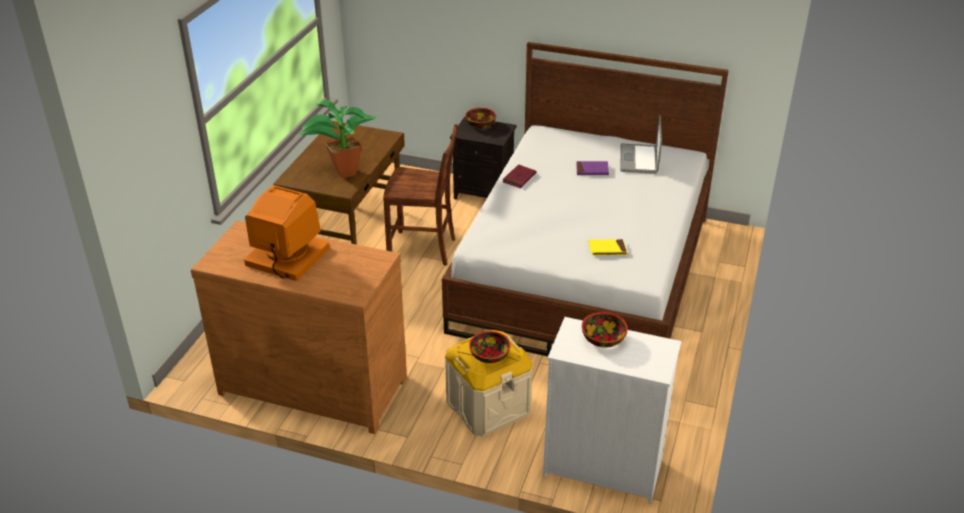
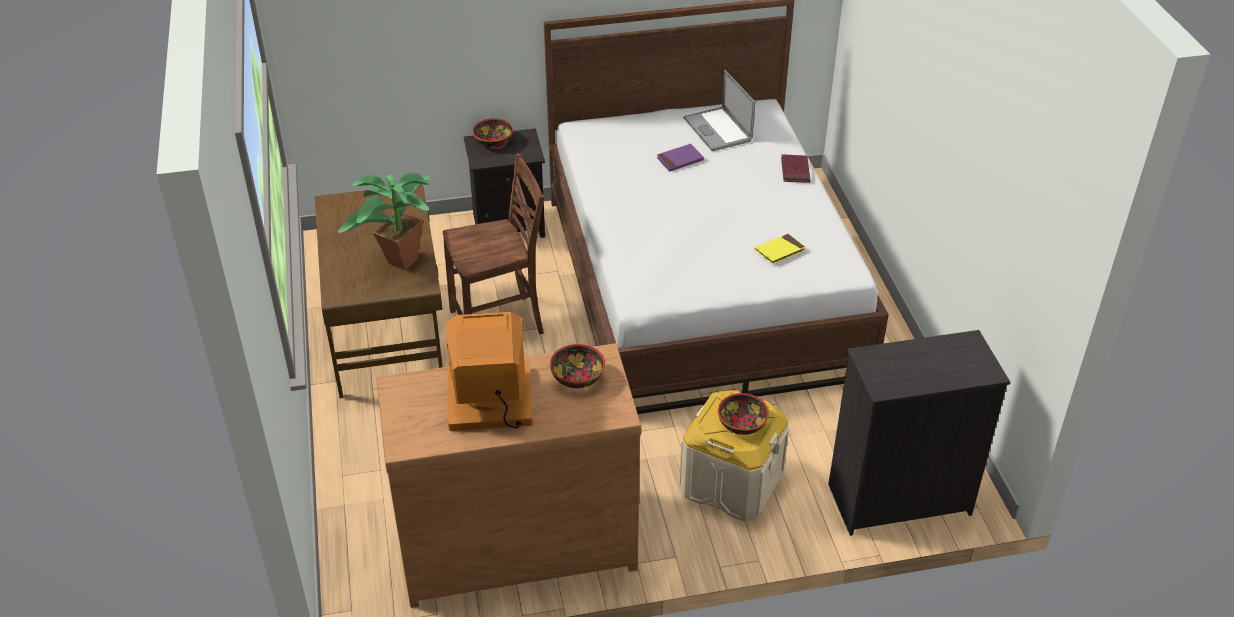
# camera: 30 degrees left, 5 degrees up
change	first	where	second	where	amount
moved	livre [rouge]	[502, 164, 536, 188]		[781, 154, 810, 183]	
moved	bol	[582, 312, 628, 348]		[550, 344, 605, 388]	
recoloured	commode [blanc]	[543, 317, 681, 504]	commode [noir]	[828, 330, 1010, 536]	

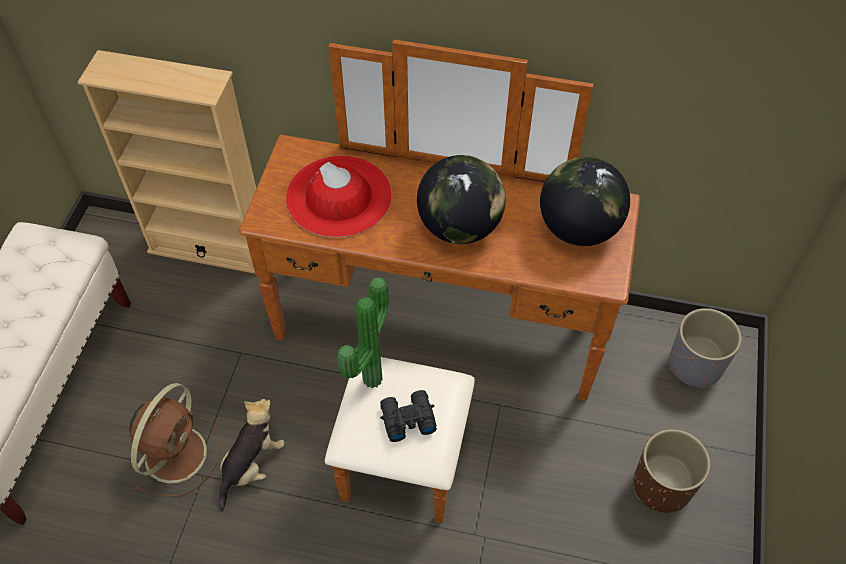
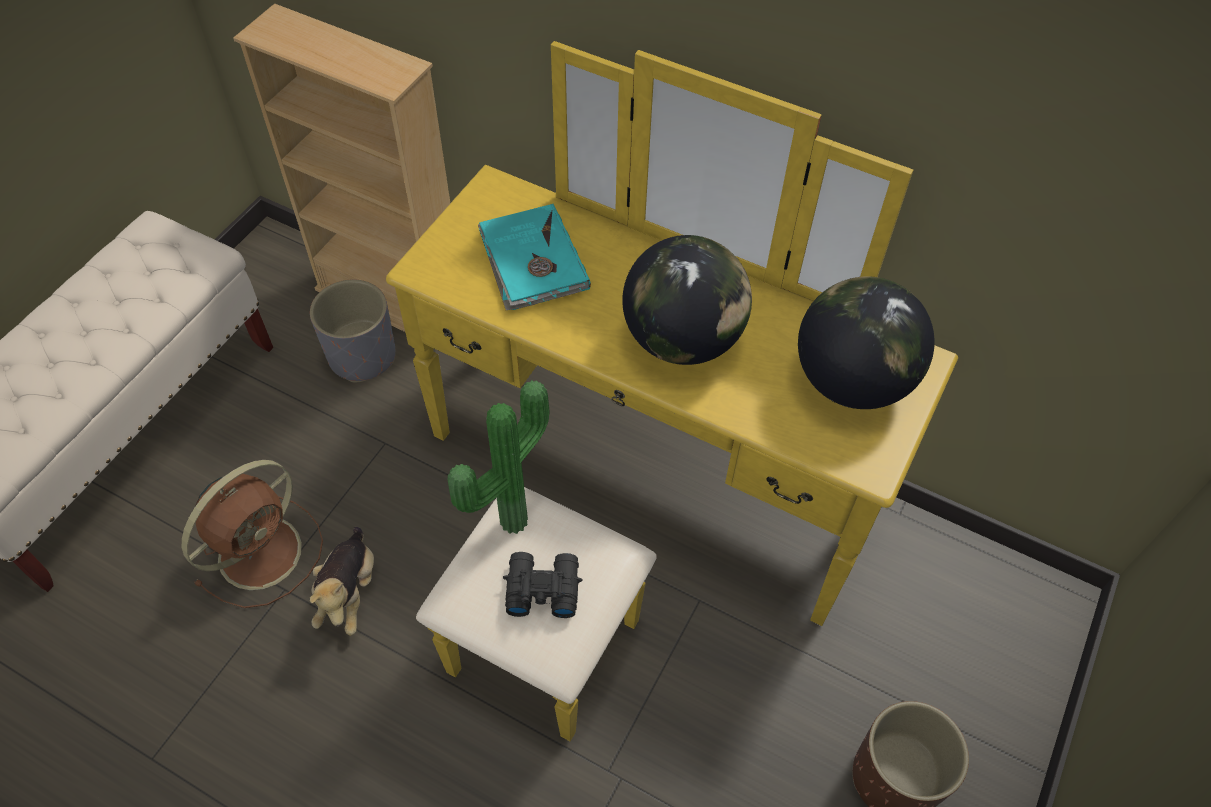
# camera: 15 degrees right, 0 degrees up
change	first	where	second	where	amount
moved	cache-pot [gris]	[669, 308, 742, 388]		[310, 280, 395, 383]	
replaced	chapeau [rouge]	[286, 156, 392, 238]	livre [turquoise]	[478, 204, 591, 310]	
recoloured	commode [marron]	[239, 40, 641, 523]	commode [jaune]	[386, 41, 958, 741]	
turned	peluche	[219, 399, 285, 511]		[310, 527, 374, 636]	135 degrees clockwise

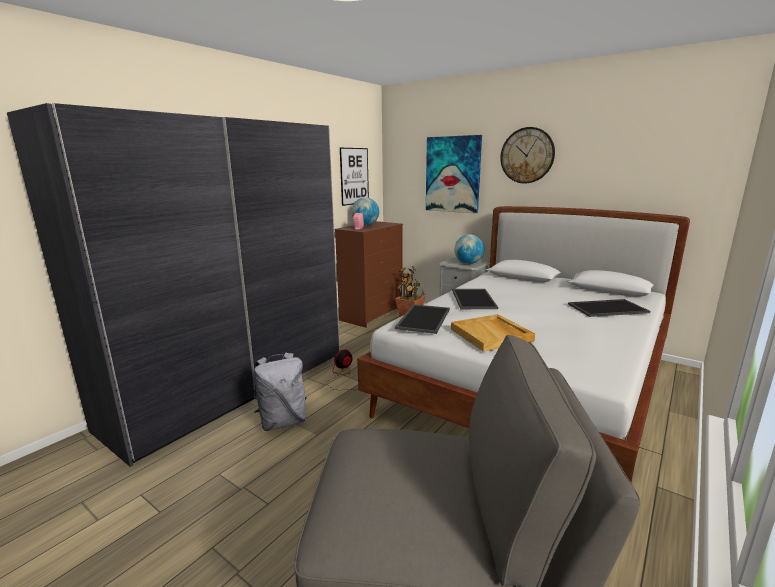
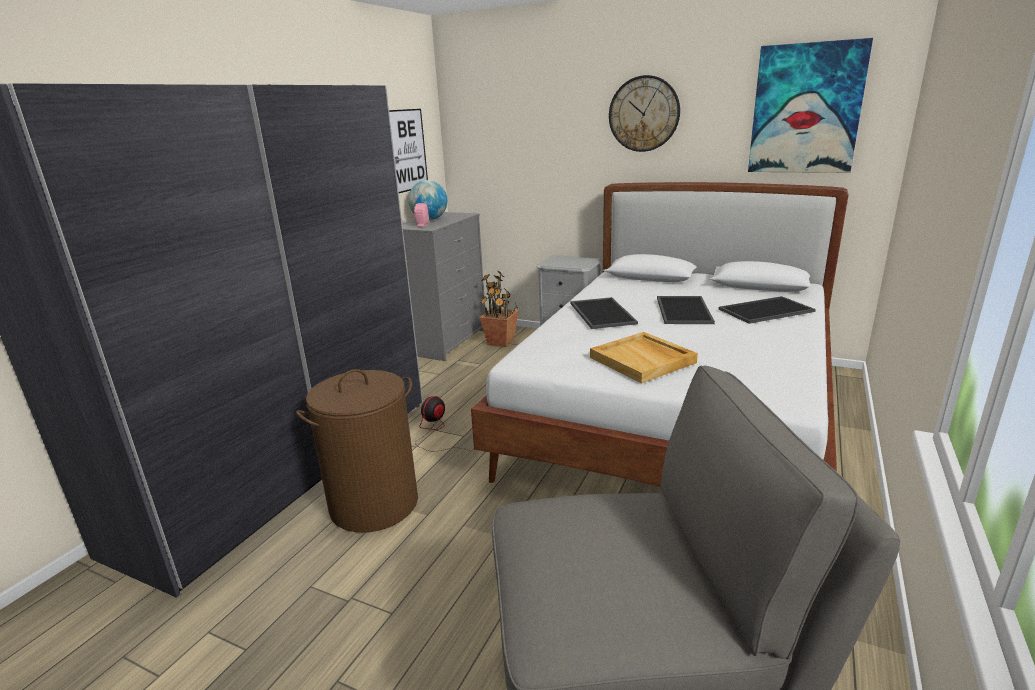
# camera: 10 degrees left, 5 degrees up
change	first	where	second	where	amount
removed	globe	[454, 234, 484, 264]			
moved	plateau	[395, 304, 450, 334]		[657, 296, 715, 324]	
moved	tableau	[426, 135, 482, 214]		[748, 38, 873, 173]	
replaced	sac à dos [gris]	[254, 352, 307, 431]	panier à linge [marron]	[296, 369, 418, 533]	
recoloured	commode [marron]	[335, 221, 403, 328]	commode [gris]	[402, 212, 485, 361]	

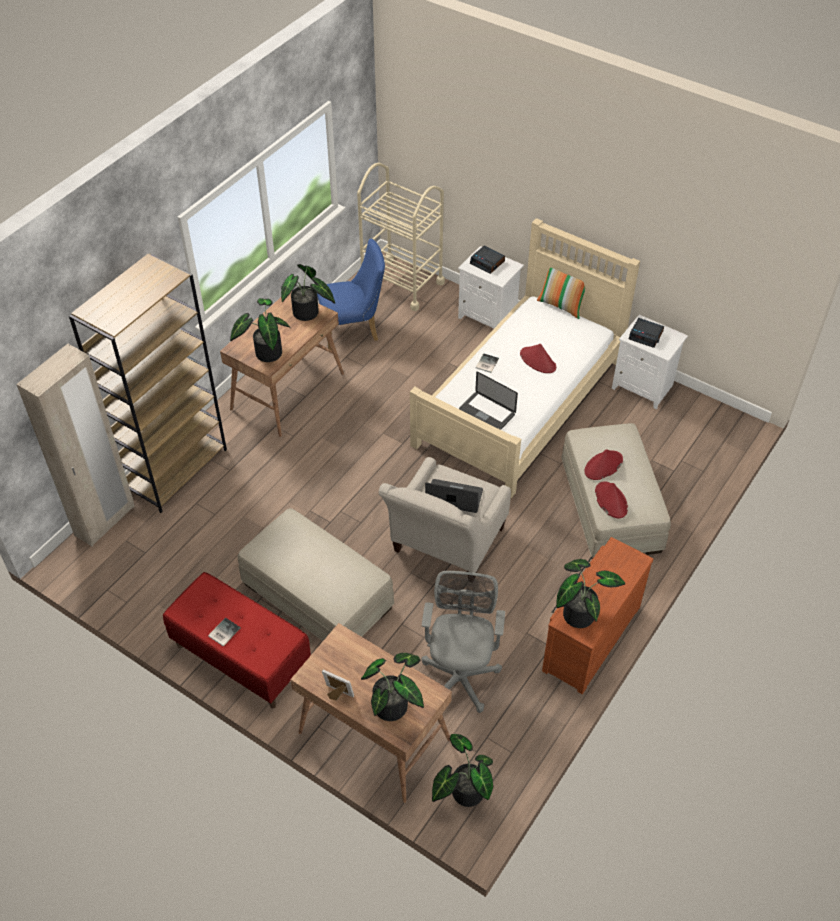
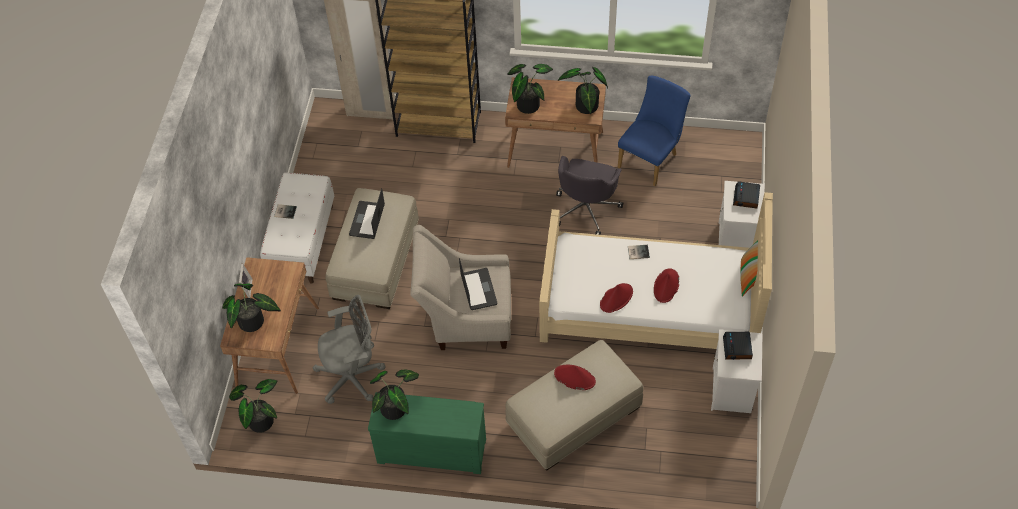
# camera: 65 degrees right, 5 degrees up
change	first	where	second	where	amount
removed	chariot [beige]	[357, 163, 445, 311]			
added			chaise de bureau [gris]	[556, 156, 623, 235]	
moved	ordinateur portable	[459, 371, 518, 430]		[349, 188, 385, 239]	
moved	chapeau [rouge]	[595, 481, 628, 518]		[600, 283, 633, 313]	
recoloured	banc [rouge]	[163, 572, 311, 708]	banc [blanc]	[260, 173, 334, 284]	
recoloured	commode [marron]	[542, 537, 653, 694]	commode [vert]	[368, 392, 486, 474]	
turned	chaise [bleu]	[317, 239, 385, 350]		[618, 76, 690, 186]	105 degrees counterclockwise

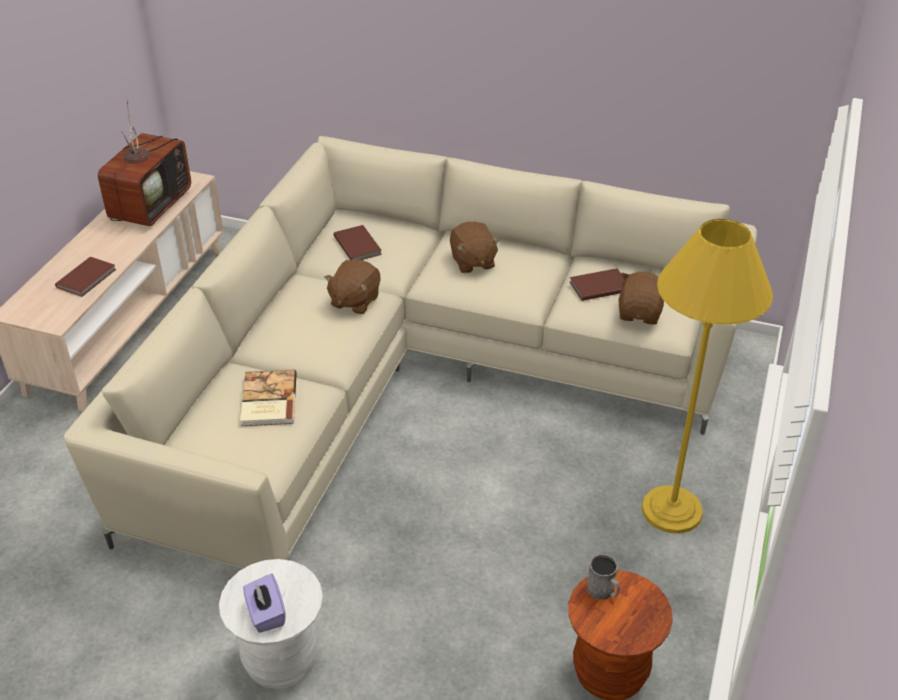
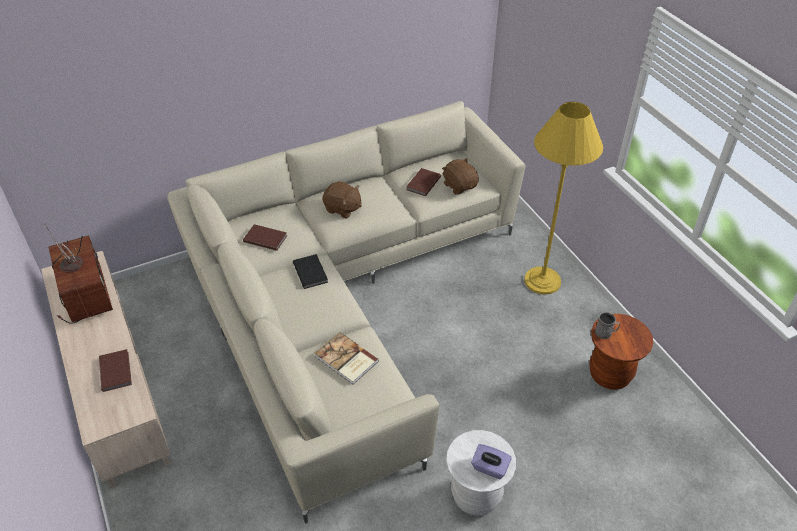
# camera: 45 degrees left, 5 degrees up
change	first	where	second	where	amount
replaced	peluche [marron]	[324, 259, 381, 314]	livre [noir]	[293, 254, 328, 289]	

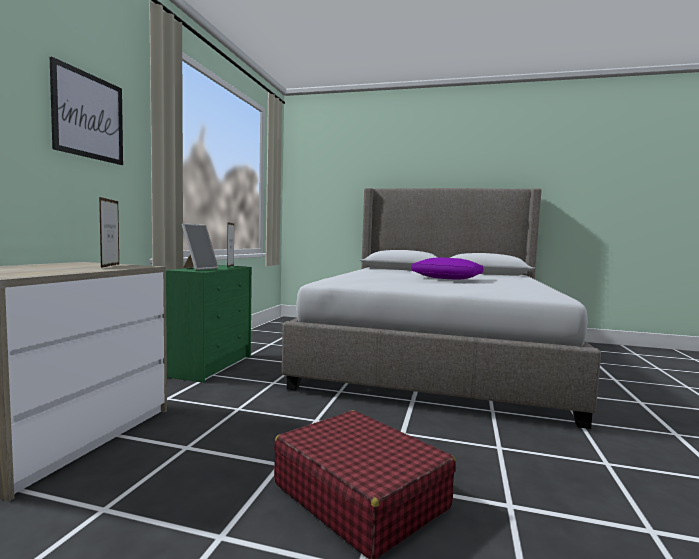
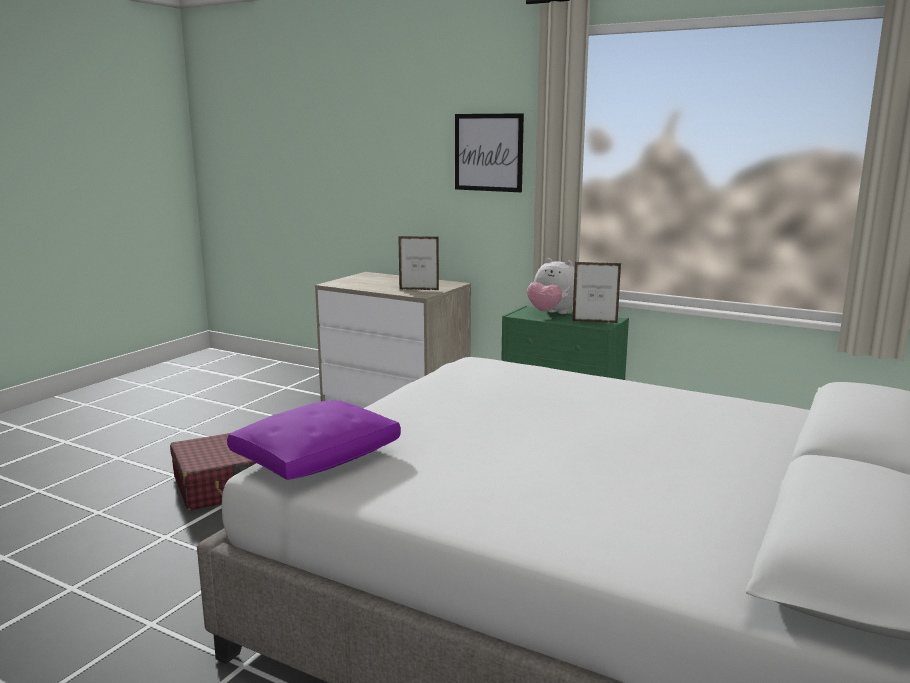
# camera: 105 degrees right, 10 degrees up
change	first	where	second	where	amount
moved	coussin [violet]	[411, 257, 483, 280]		[227, 400, 401, 480]	
replaced	cadre photo	[182, 223, 219, 270]	peluche	[527, 258, 575, 314]	

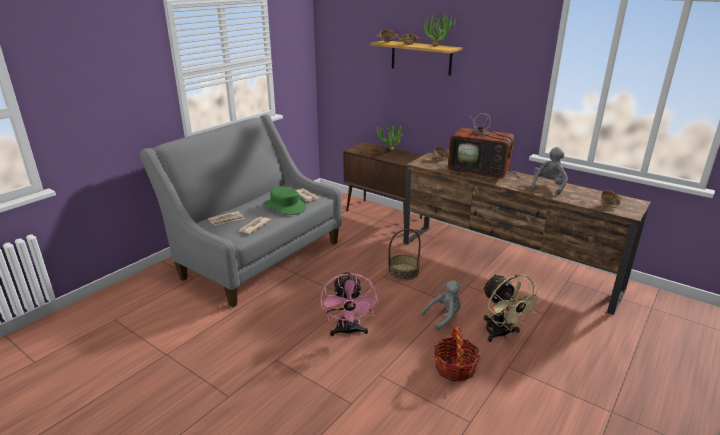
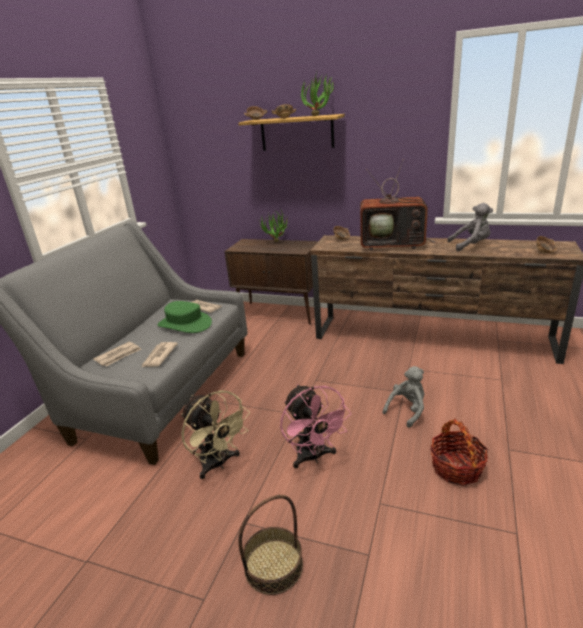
# camera: 15 degrees left, 0 degrees up
change	first	where	second	where	amount
moved	panier	[388, 229, 421, 280]		[238, 495, 303, 595]	
moved	ventilateur [beige]	[482, 274, 542, 342]		[181, 390, 250, 479]	
turned	peluche [gris]	[531, 147, 568, 195]		[447, 203, 493, 252]	75 degrees clockwise

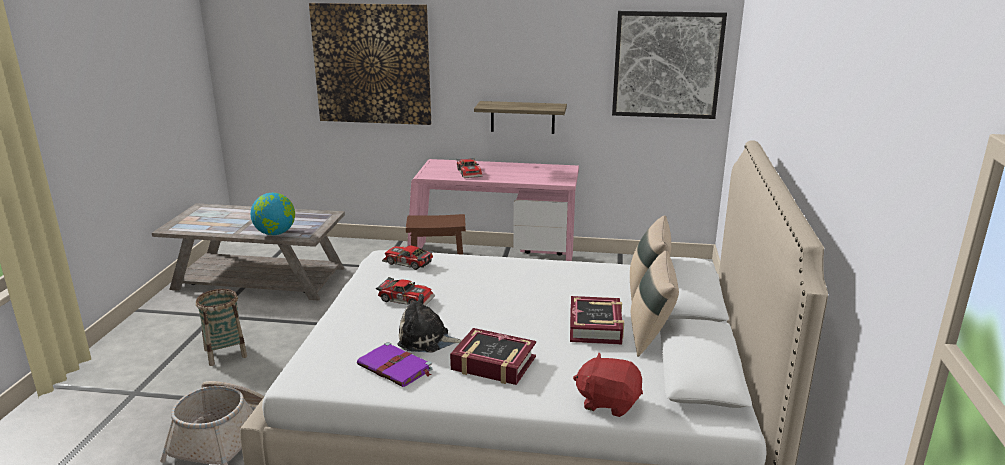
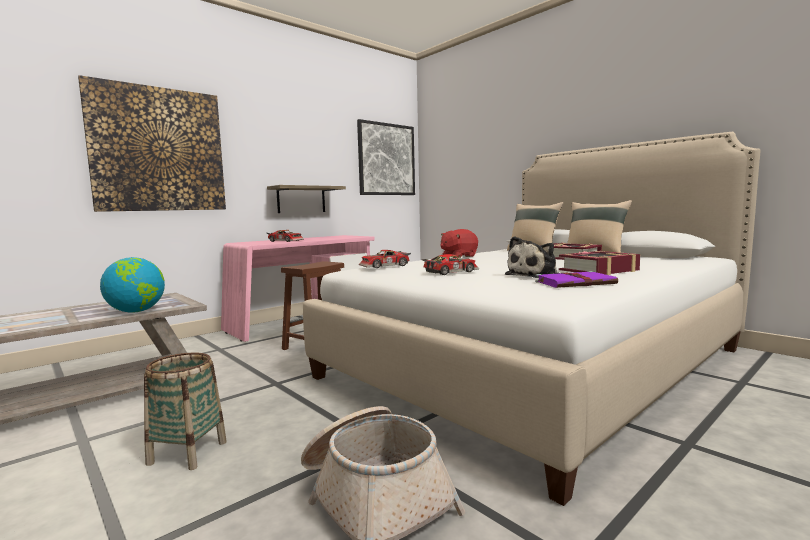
# camera: 50 degrees left, 15 degrees down
change	first	where	second	where	amount
moved	peluche [rouge]	[573, 353, 643, 417]		[440, 229, 478, 258]	

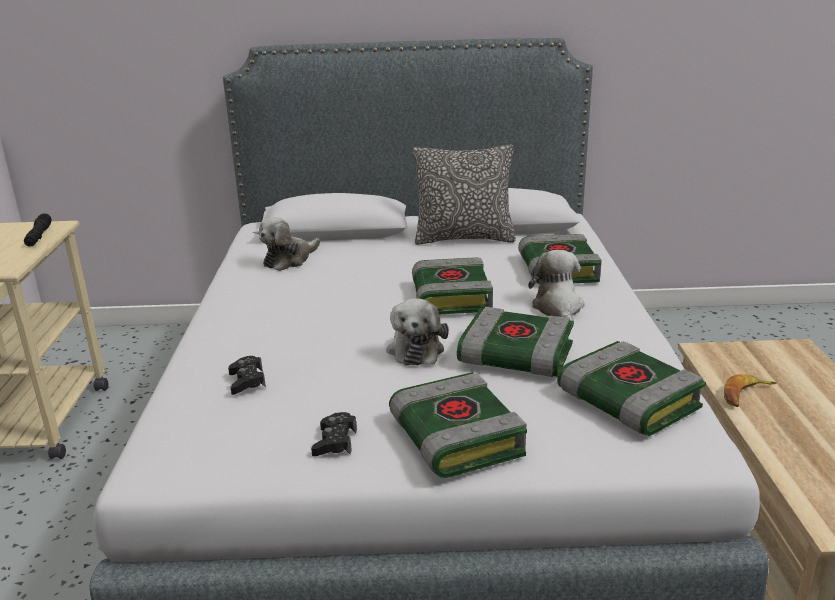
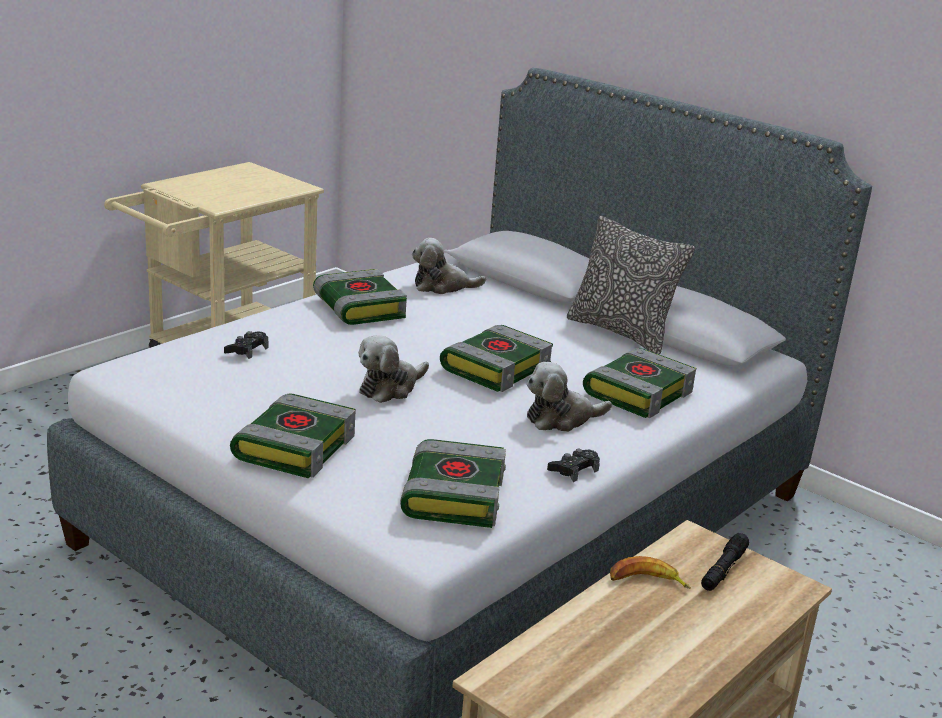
# camera: 40 degrees right, 0 degrees up
change	first	where	second	where	amount
moved	lampe de poche [noir]	[24, 213, 52, 247]		[701, 533, 749, 591]	
moved	manette [noir]	[311, 412, 357, 456]		[547, 449, 600, 482]	
moved	livre	[457, 307, 574, 377]		[313, 269, 407, 325]	
turned	peluche	[528, 250, 585, 321]		[527, 362, 612, 432]	150 degrees counterclockwise

